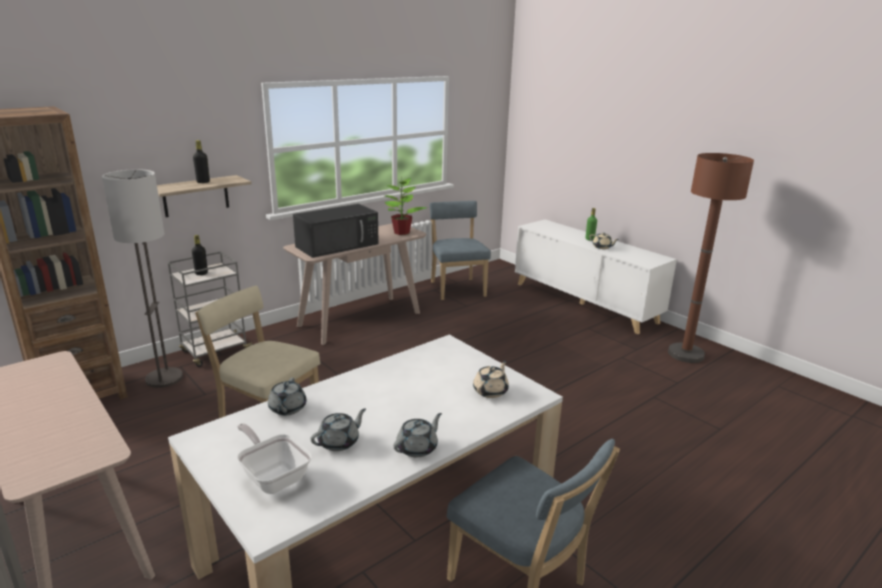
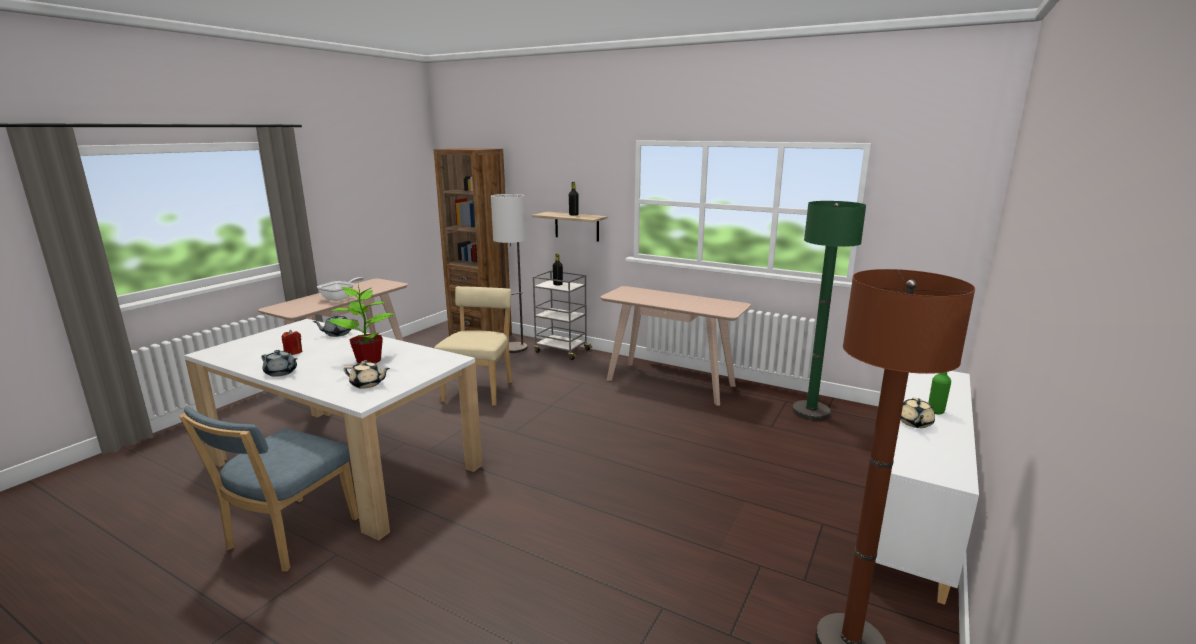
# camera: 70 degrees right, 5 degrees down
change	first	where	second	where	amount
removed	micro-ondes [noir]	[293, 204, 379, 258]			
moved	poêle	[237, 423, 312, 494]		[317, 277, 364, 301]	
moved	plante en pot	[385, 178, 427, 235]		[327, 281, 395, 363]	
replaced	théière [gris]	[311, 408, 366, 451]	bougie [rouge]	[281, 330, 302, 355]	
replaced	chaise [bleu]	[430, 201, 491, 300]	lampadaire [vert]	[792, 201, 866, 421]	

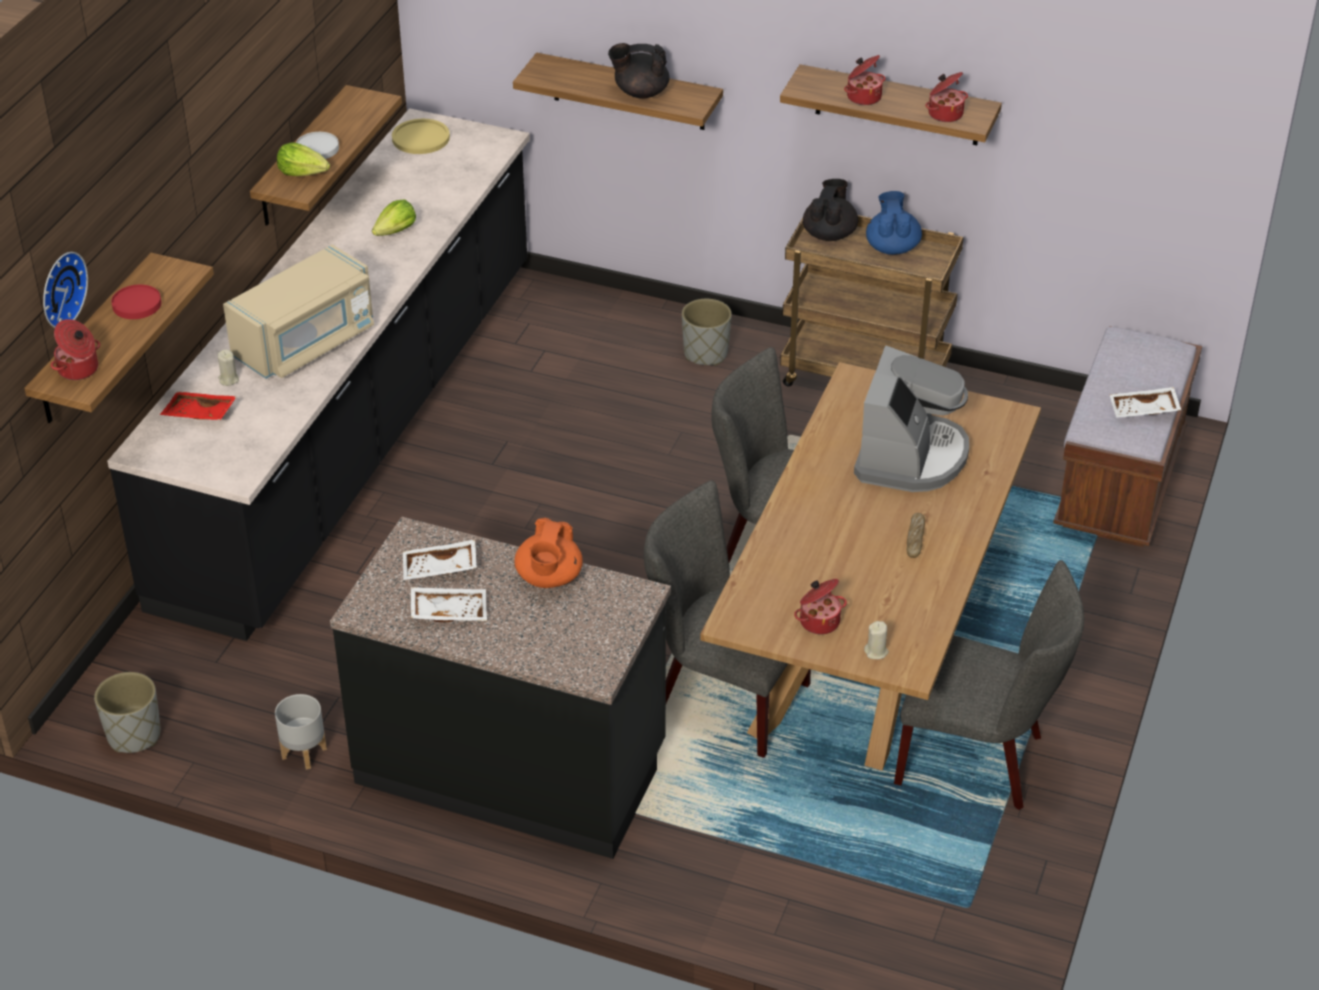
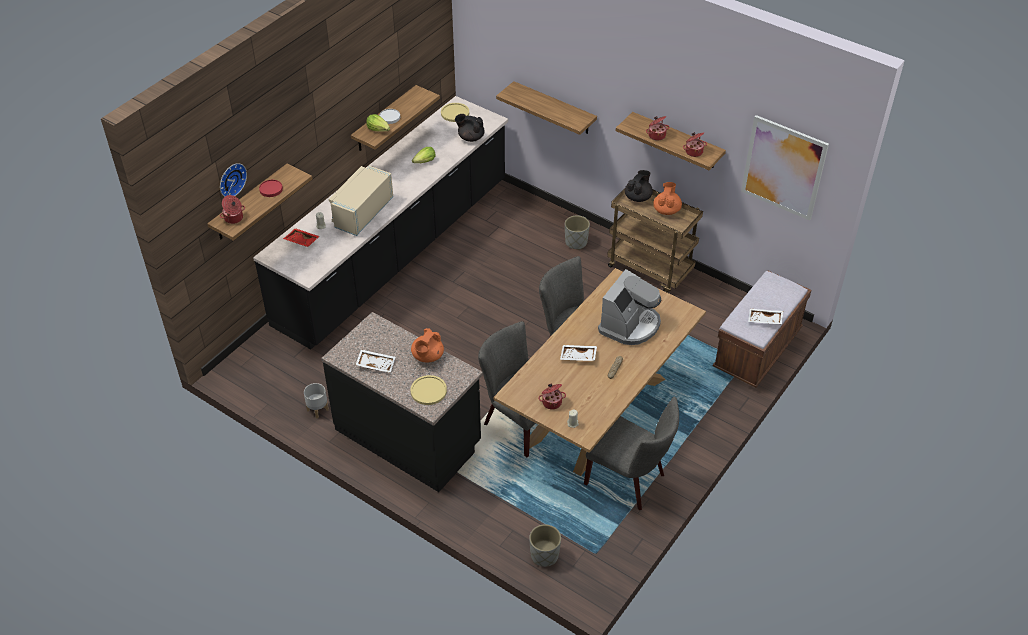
# camera: 15 degrees right, 5 degrees up
change	first	where	second	where	amount
added			assiette [jaune]	[410, 375, 447, 405]	
added			tableau	[741, 115, 829, 221]	
moved	cache-pot [gris]	[94, 672, 161, 753]		[529, 524, 561, 567]	
moved	plateau [blanc]	[403, 540, 477, 580]		[560, 345, 597, 361]	
moved	théière [noir]	[608, 43, 670, 99]		[455, 114, 485, 142]	
recoloured	théière [bleu]	[866, 191, 922, 255]	théière [orange]	[653, 182, 682, 215]	
turned	micro-ondes [beige]	[223, 245, 374, 379]		[329, 166, 393, 236]	150 degrees clockwise

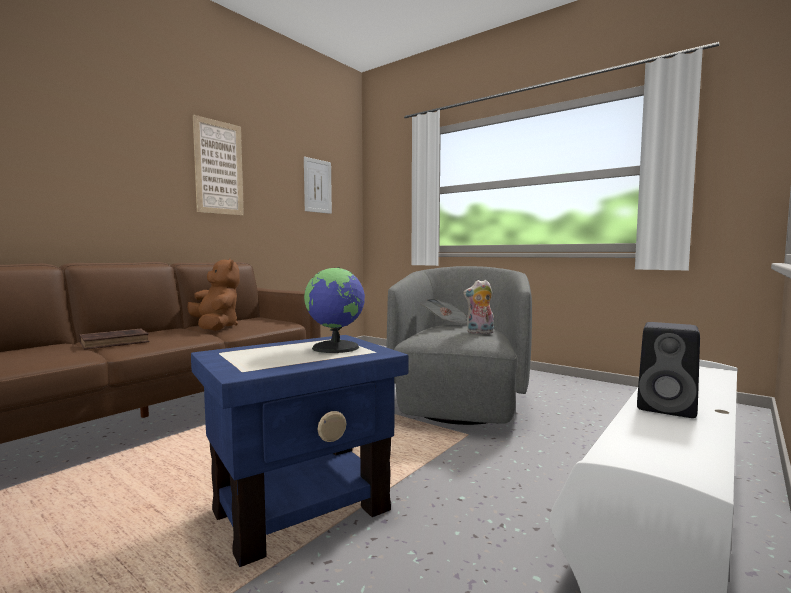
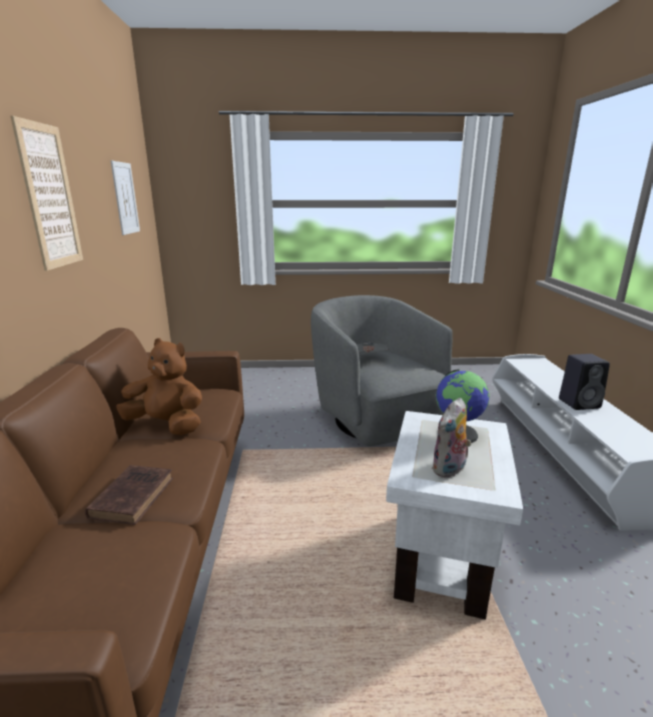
# camera: 40 degrees left, 15 degrees up
change	first	where	second	where	amount
moved	peluche	[463, 280, 494, 334]		[432, 398, 472, 478]	
recoloured	table d'appoint [bleu]	[191, 335, 409, 567]	table d'appoint [blanc]	[386, 411, 523, 619]	

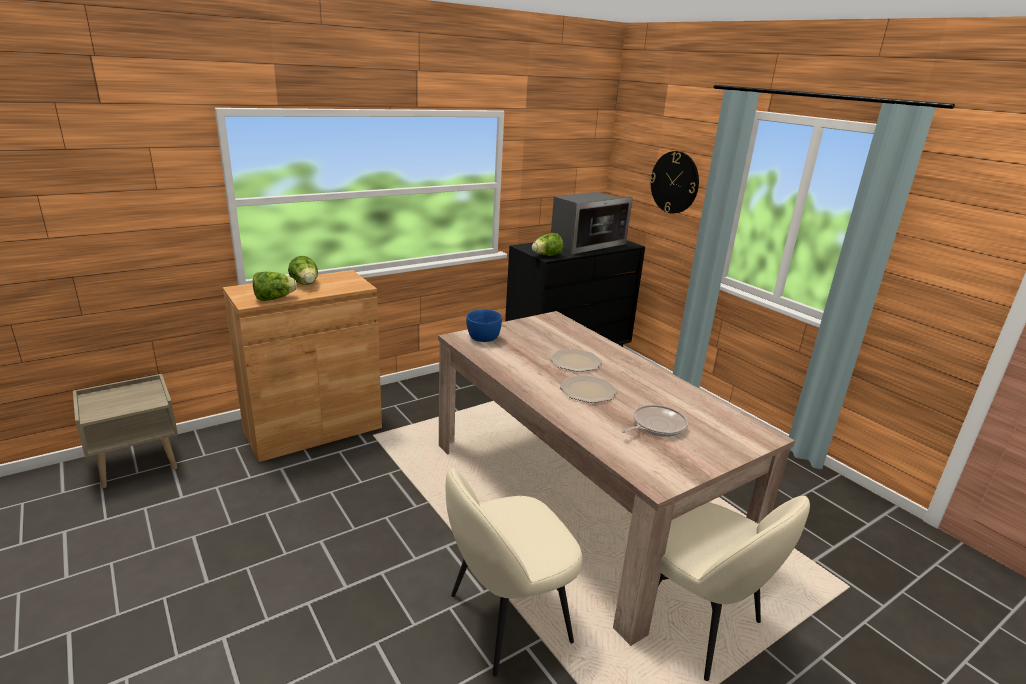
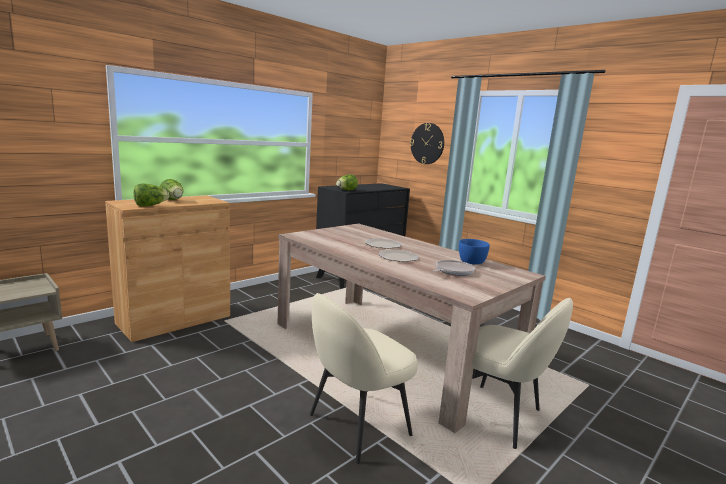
# camera: 10 degrees left, 10 degrees down
change	first	where	second	where	amount
removed	micro-ondes	[551, 192, 632, 254]			
moved	bol [bleu]	[466, 309, 502, 342]		[459, 239, 490, 264]	

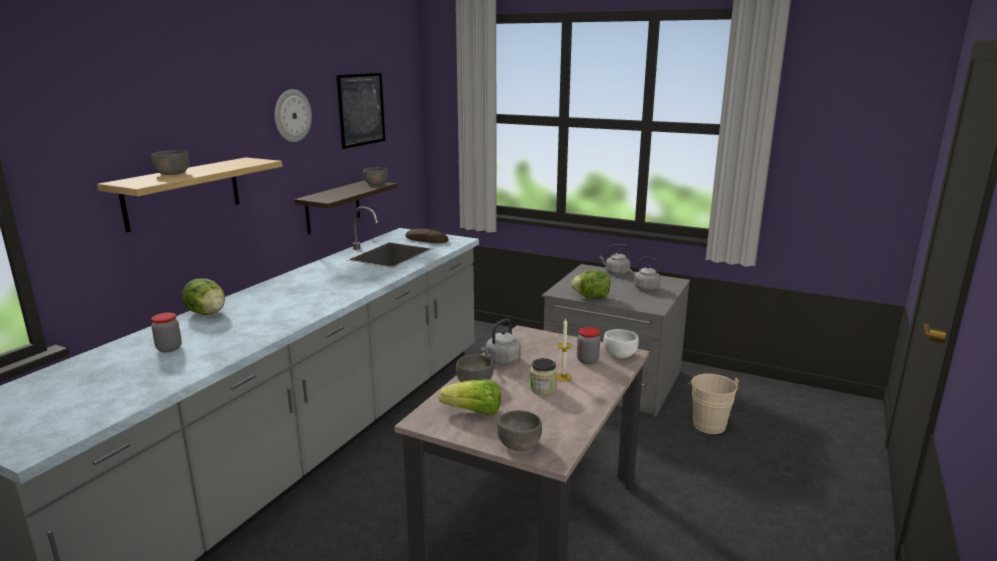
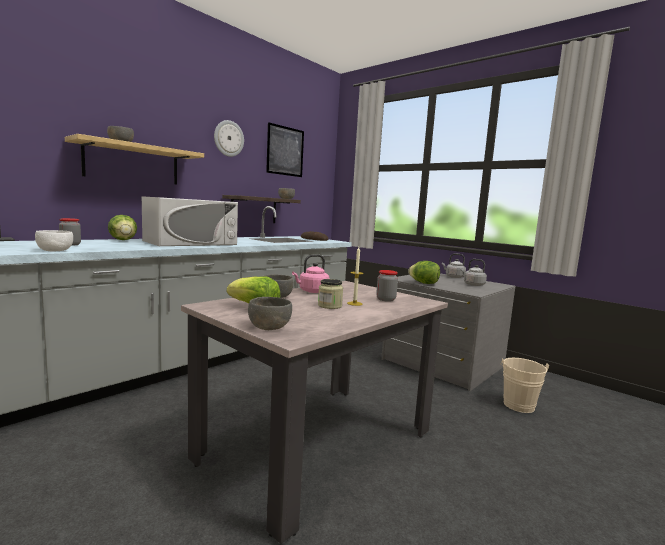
# camera: 15 degrees right, 10 degrees down
change	first	where	second	where	amount
added			micro-ondes [blanc]	[142, 196, 238, 246]	
moved	bol [blanc]	[603, 329, 639, 358]		[35, 230, 73, 251]	
recoloured	bouilloire [gris]	[481, 319, 521, 365]	bouilloire [rose]	[292, 254, 330, 293]	

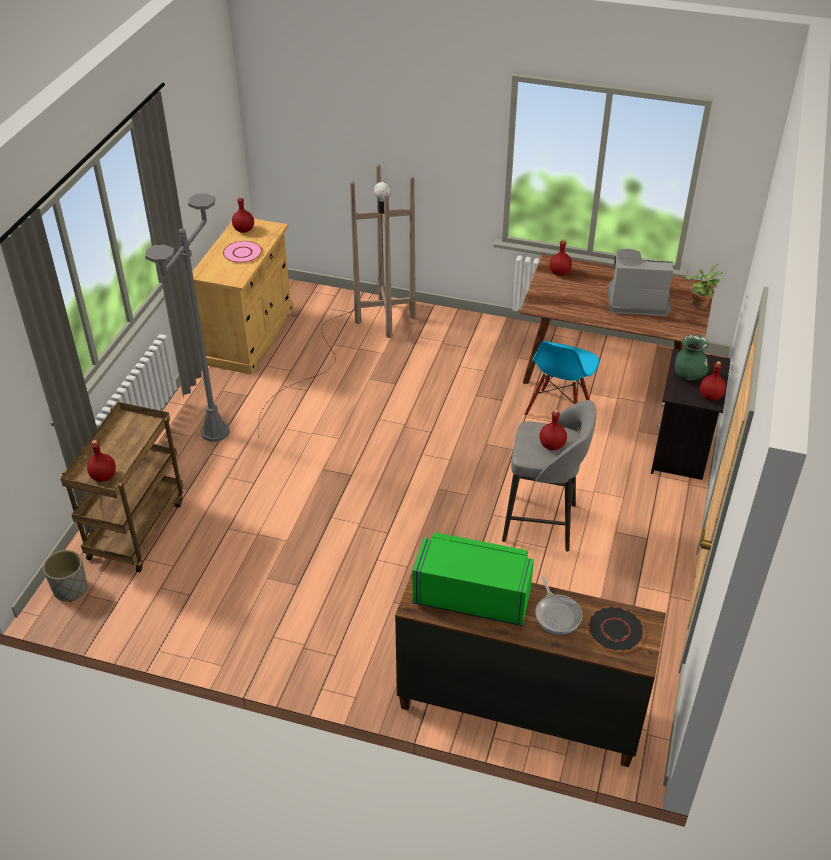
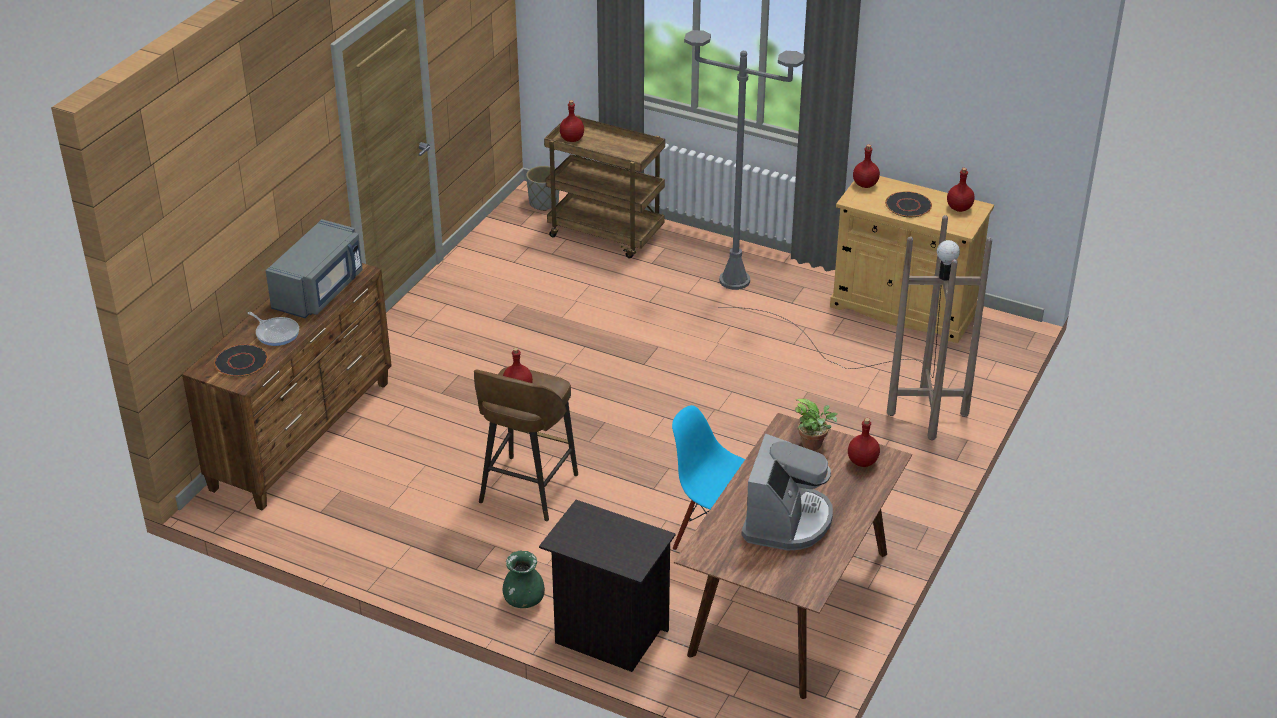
# camera: 100 degrees right, 5 degrees down
change	first	where	second	where	amount
moved	vase [vert]	[675, 335, 709, 381]		[503, 550, 545, 608]	
moved	plante en pot	[686, 264, 723, 309]		[795, 398, 838, 451]	
moved	bouteille [rouge]	[700, 361, 726, 401]		[853, 144, 880, 188]	
recoloured	assiette [rose]	[223, 241, 262, 263]	assiette [noir]	[885, 191, 932, 217]	
recoloured	micro-ondes [vert]	[413, 532, 534, 626]	micro-ondes [gris]	[266, 219, 363, 318]	
recoloured	tabouret [gris]	[502, 400, 597, 552]	tabouret [marron]	[474, 367, 578, 521]	
turned	poêle	[535, 576, 582, 634]		[248, 312, 299, 346]	135 degrees counterclockwise

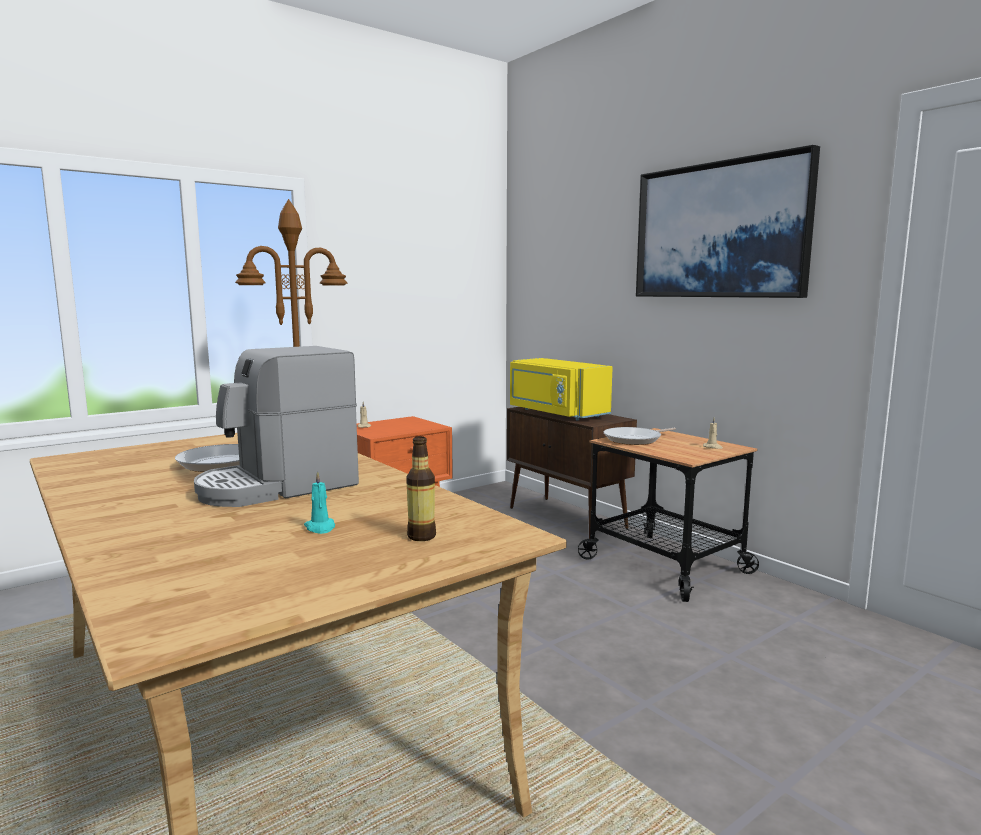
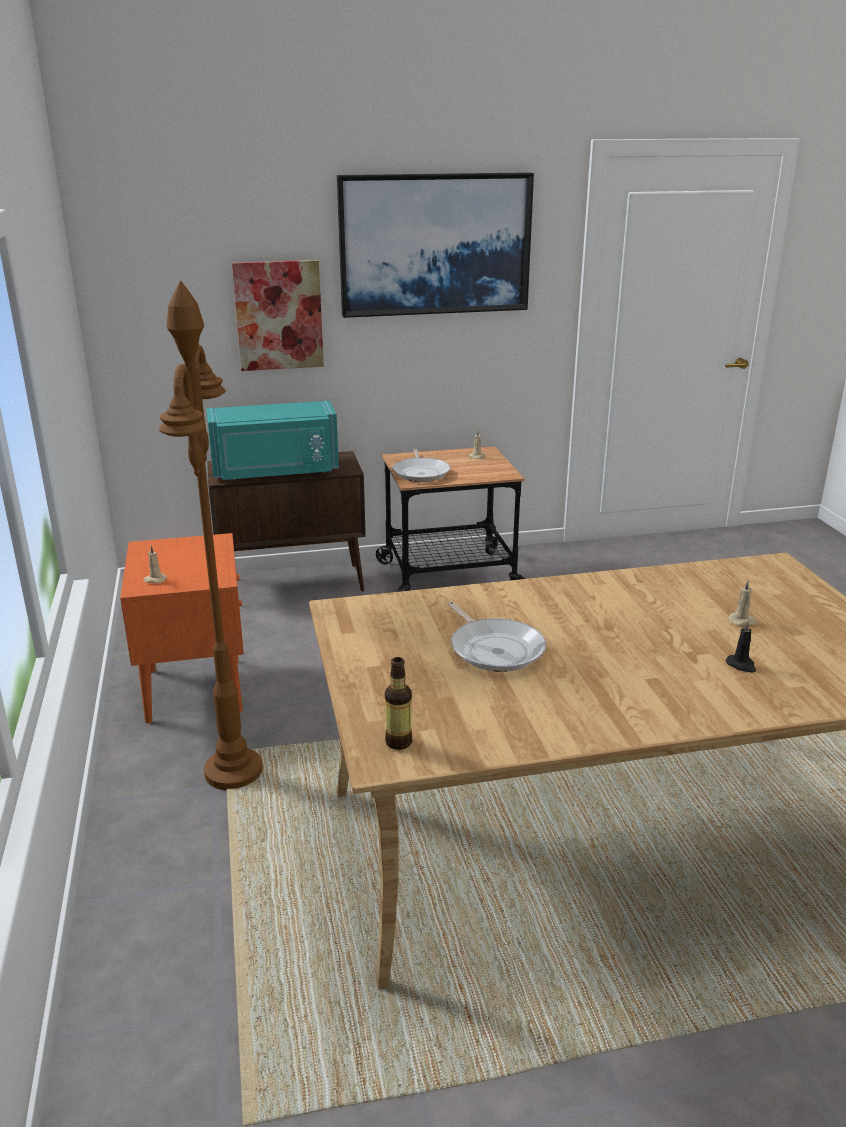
# camera: 65 degrees left, 15 degrees up
change	first	where	second	where	amount
removed	machine à café	[194, 346, 359, 507]			
added			tableau	[232, 260, 324, 371]	
added			bougie [noir]	[726, 621, 756, 673]	
moved	bouteille	[406, 436, 436, 541]		[385, 657, 412, 750]	
recoloured	bougie [turquoise]	[304, 471, 335, 534]	bougie [beige]	[728, 580, 757, 626]	
recoloured	micro-ondes [jaune]	[510, 358, 613, 420]	micro-ondes [turquoise]	[206, 401, 339, 480]	

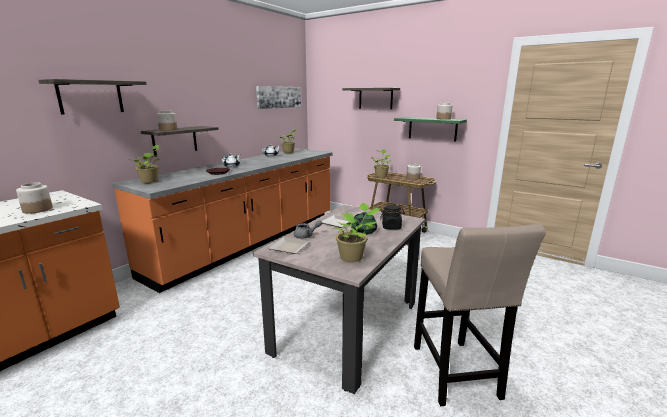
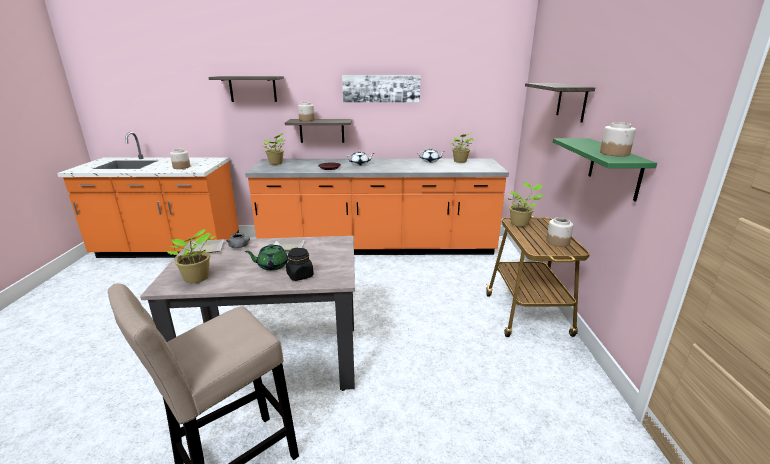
# camera: 55 degrees right, 5 degrees up
change	first	where	second	where	amount
moved	tableau	[256, 86, 301, 109]		[342, 75, 421, 103]	

